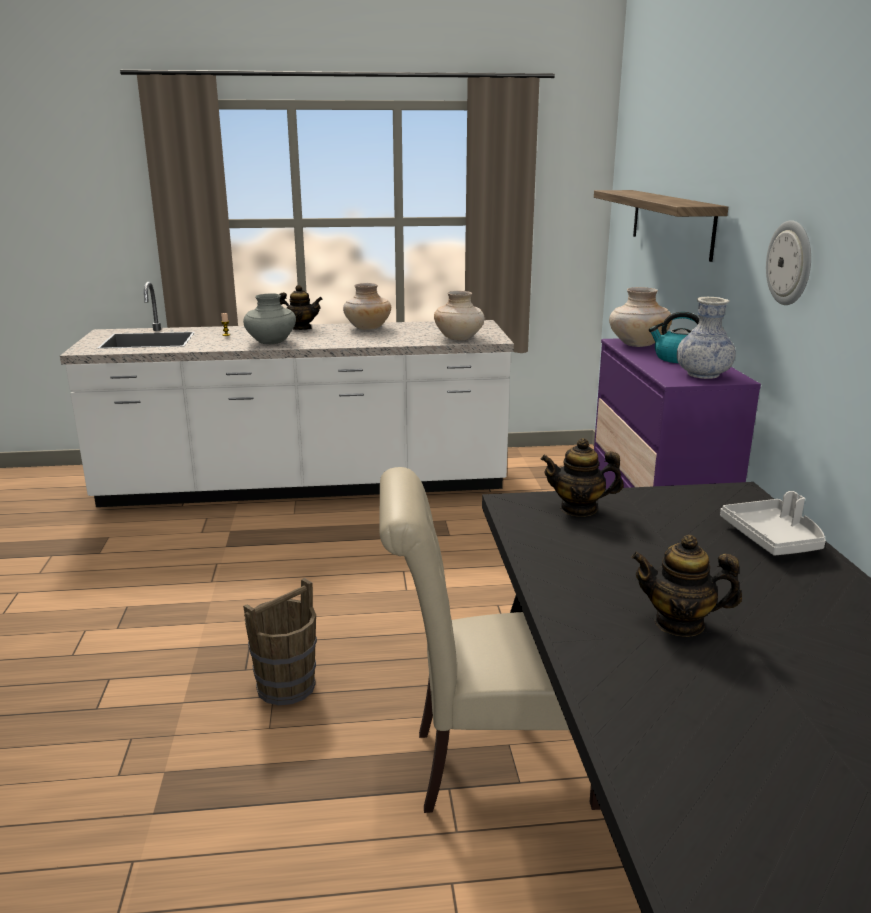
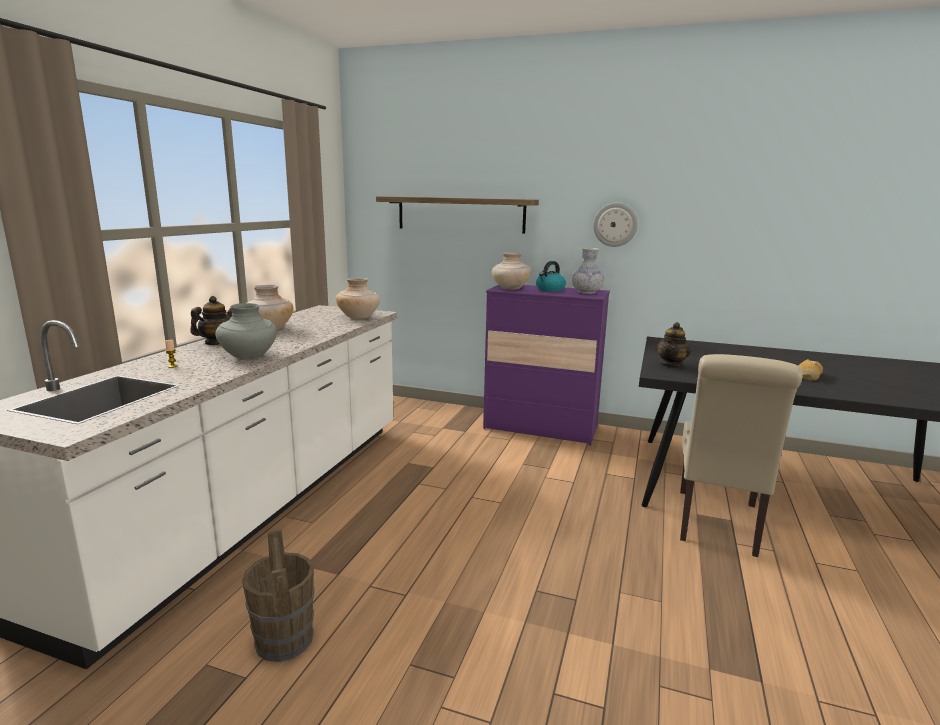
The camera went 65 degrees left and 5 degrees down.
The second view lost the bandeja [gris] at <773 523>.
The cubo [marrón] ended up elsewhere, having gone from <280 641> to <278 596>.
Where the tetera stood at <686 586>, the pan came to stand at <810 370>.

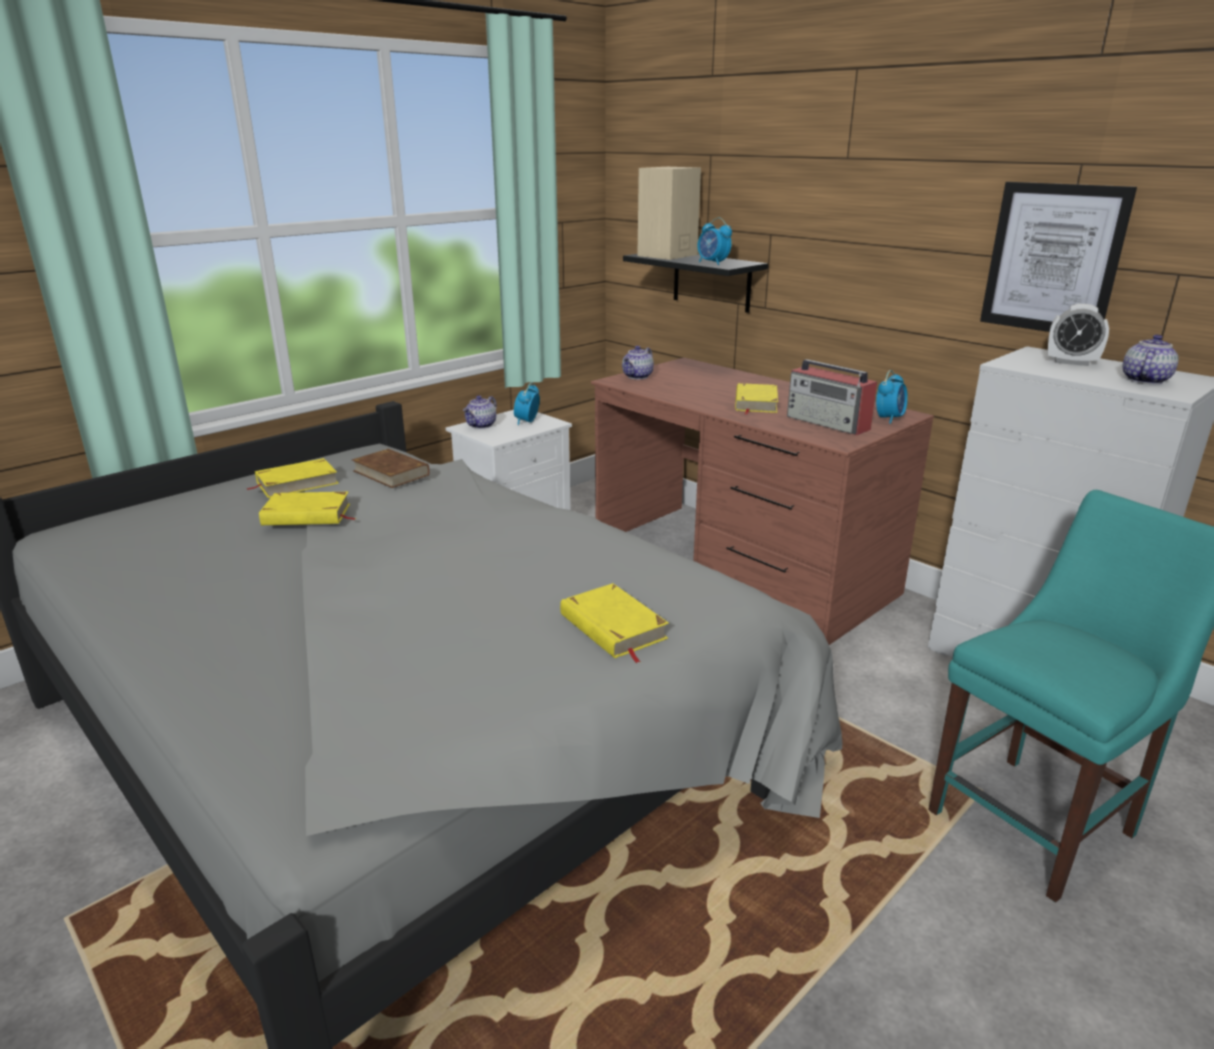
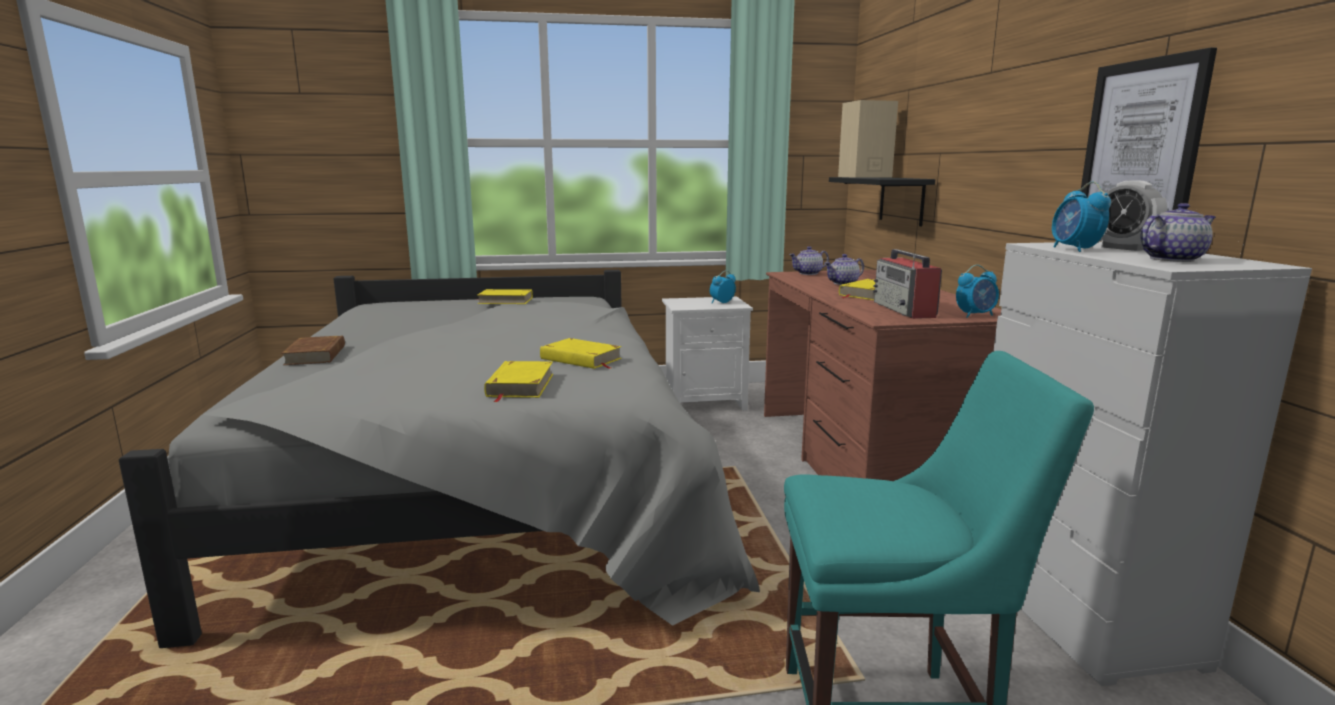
The camera went 35 degrees right and 10 degrees down.
The libro [amarillo] ended up elsewhere, having gone from <307 508> to <581 353>.
The libro [marrón] ended up elsewhere, having gone from <391 468> to <313 350>.
The tetera ended up elsewhere, having gone from <480 412> to <844 269>.
The despertador ended up elsewhere, having gone from <714 241> to <1081 216>.

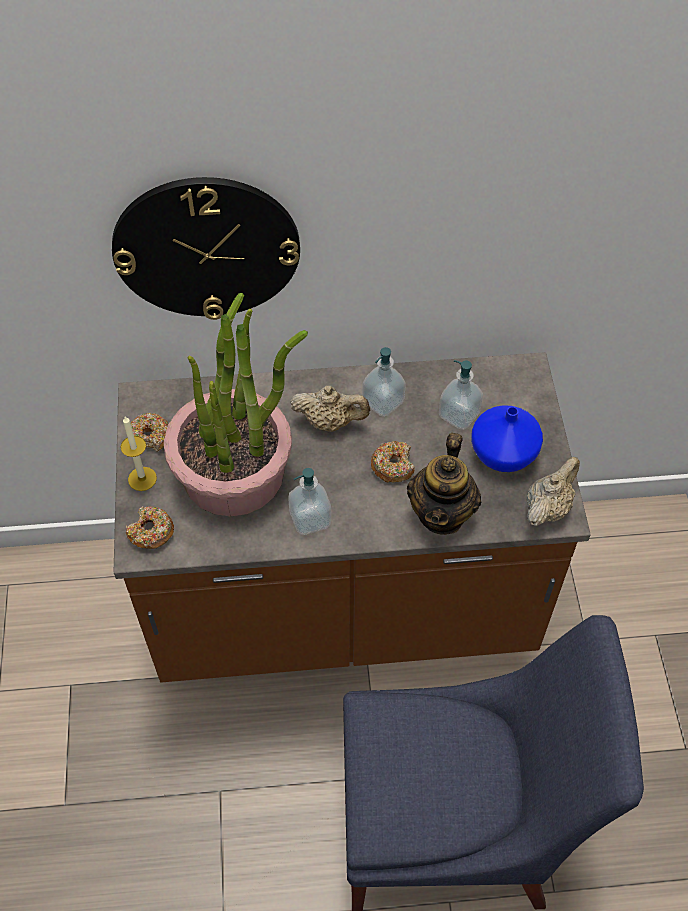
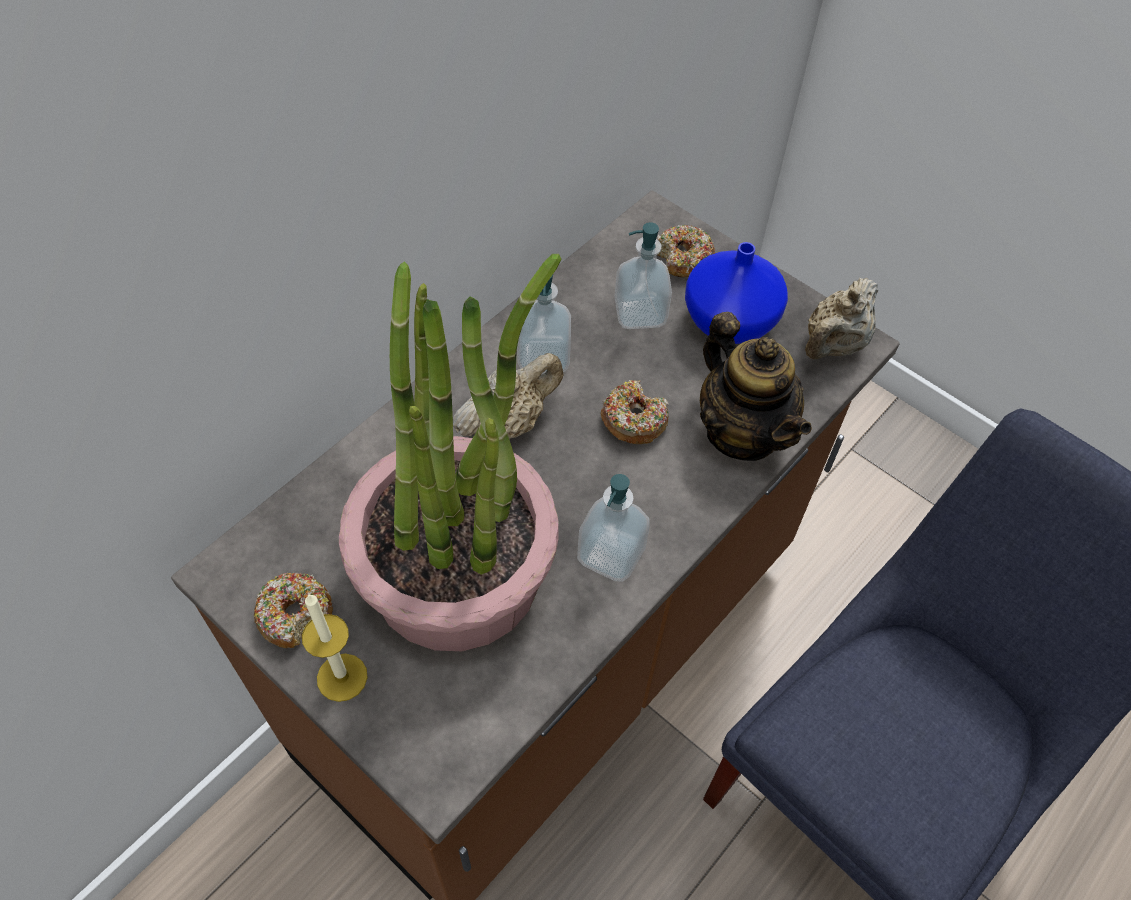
The camera went 45 degrees left and 0 degrees up.
The second view lost the reloj de pared at <206 248>.
The rosquilla ended up elsewhere, having gone from <150 527> to <686 251>.
The tetera [beis] at <553 491> ended up facing another way, 135 degrees counterclockwise from before.

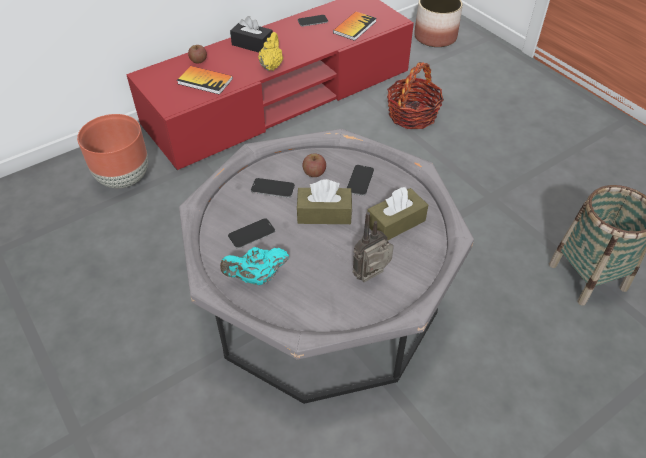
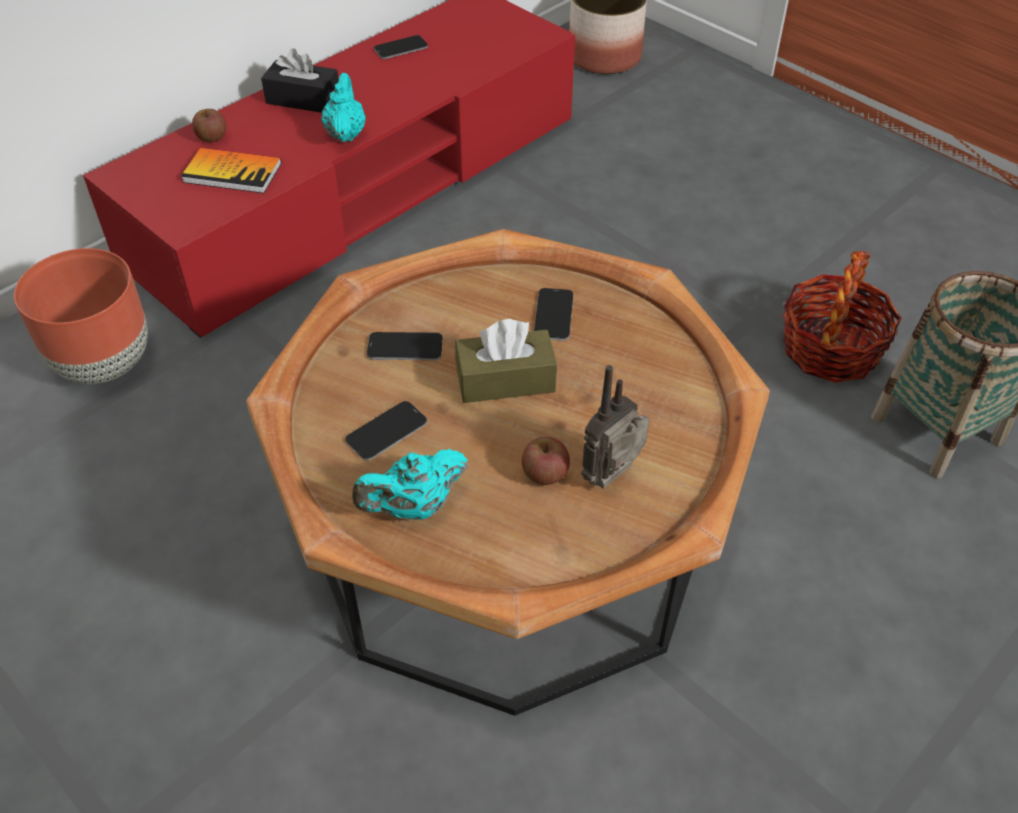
The camera went 10 degrees left and 0 degrees up.
The second view lost the libro at <354 26>.
The second view lost the caja de pañuelos [marrón] at <397 214>.
The manzana ended up elsewhere, having gone from <314 165> to <546 461>.
The cesta ended up elsewhere, having gone from <415 95> to <842 317>.
What was the mesa de centro [gris] at <326 266> turned into the mesa de centro [marrón] at <508 472>.
What was the tetera [amarillo] at <270 51> turned into the tetera [turquesa] at <343 107>.

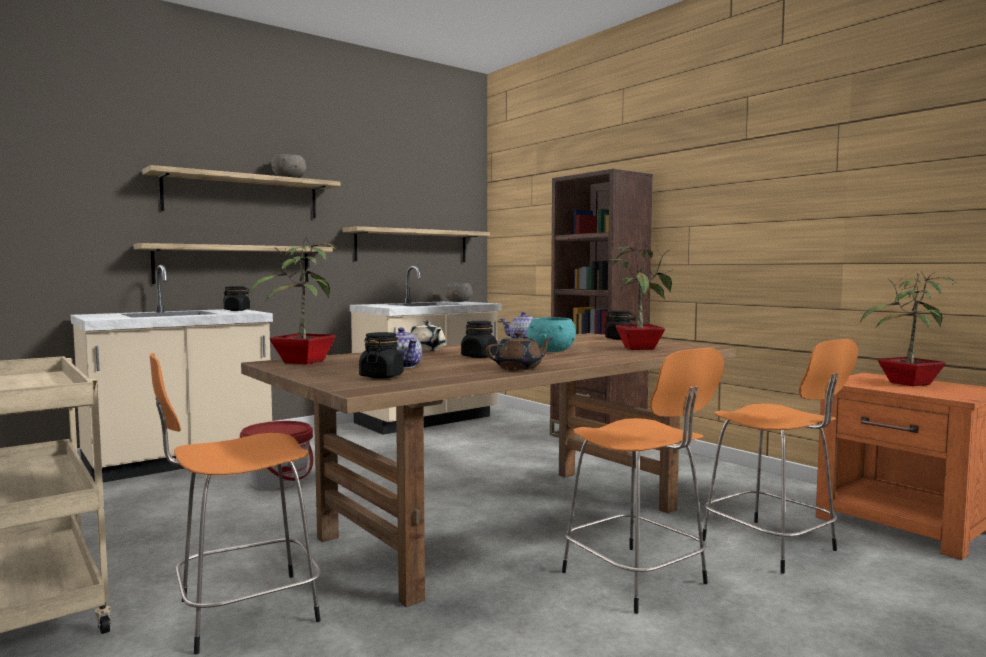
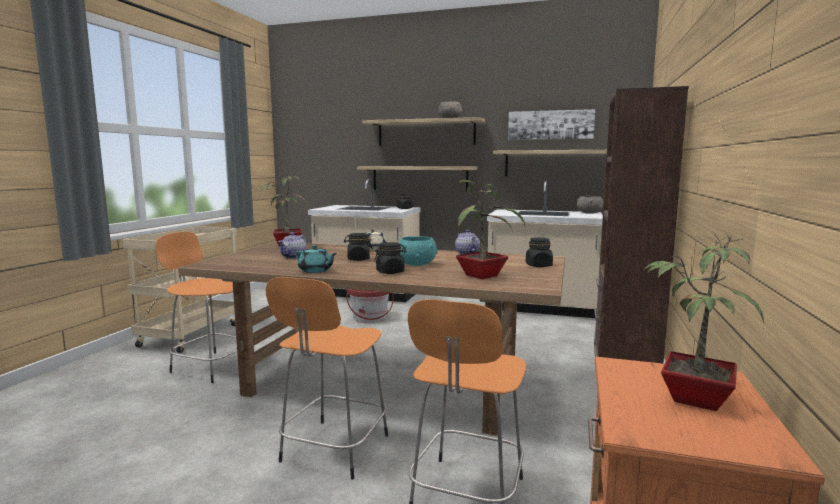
The camera went 55 degrees right and 5 degrees up.
The second view gained the cuadro at <551 124>.
The tarro [negro] ended up elsewhere, having gone from <381 355> to <390 258>.
What was the tetera [marrón] at <519 351> turned into the tetera [turquesa] at <316 259>.

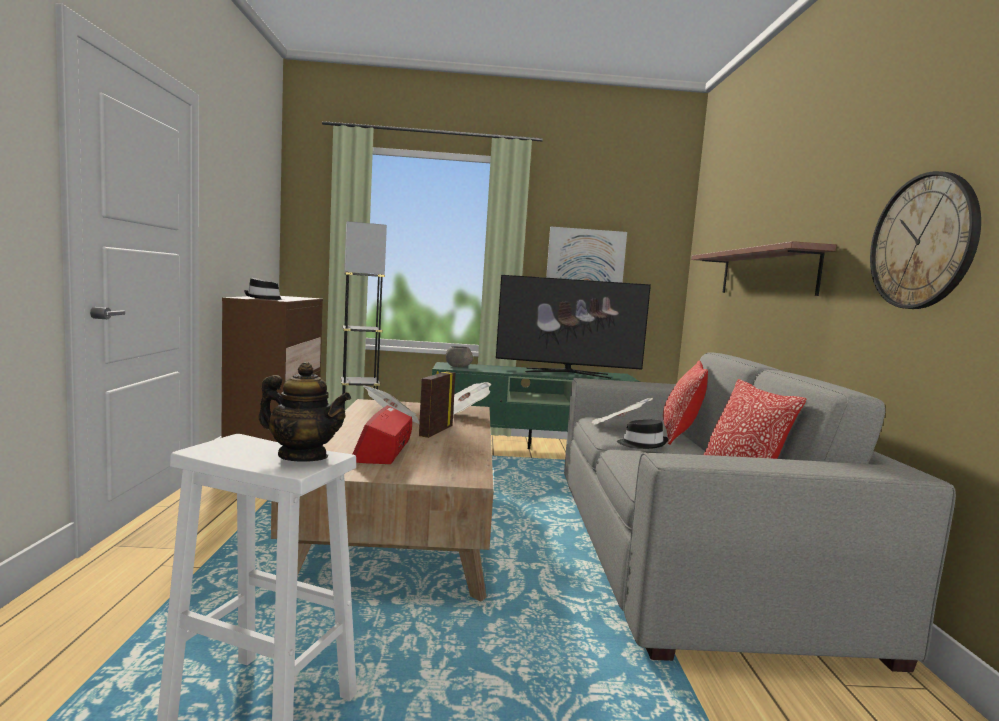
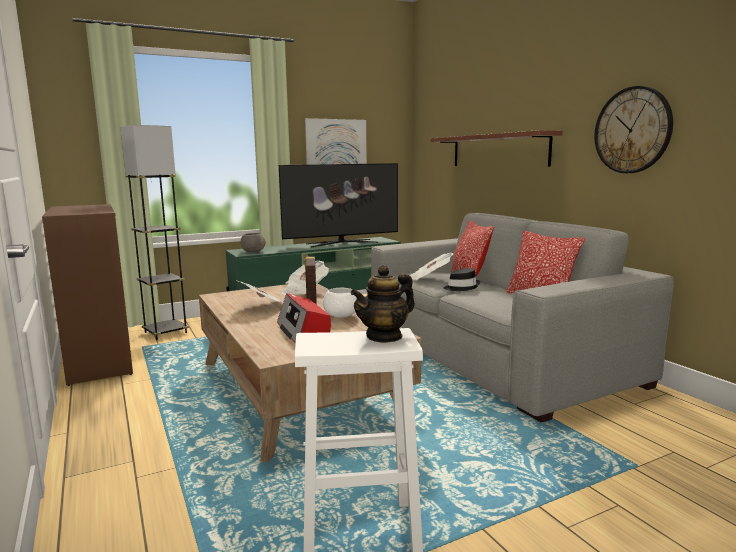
The camera went 25 degrees left and 5 degrees up.
The second view lost the sombrero [negro] at <264 289>.
The second view gained the cuenco [blanco] at <340 303>.
The tetera at <305 412> ended up facing another way, 150 degrees clockwise from before.

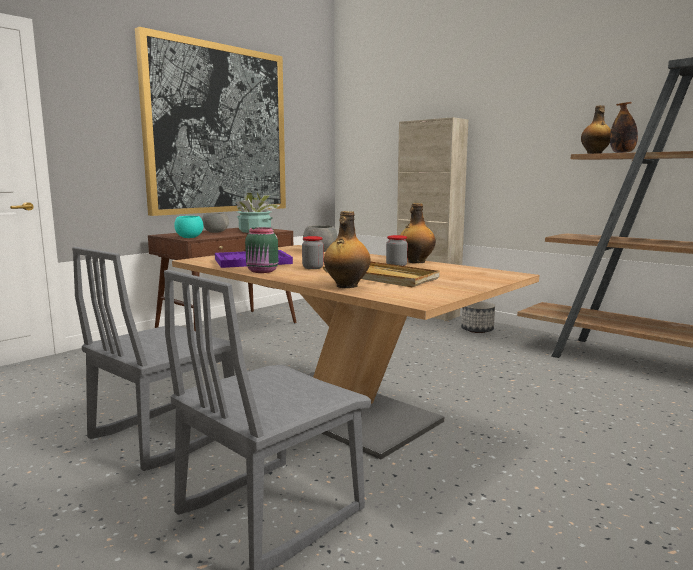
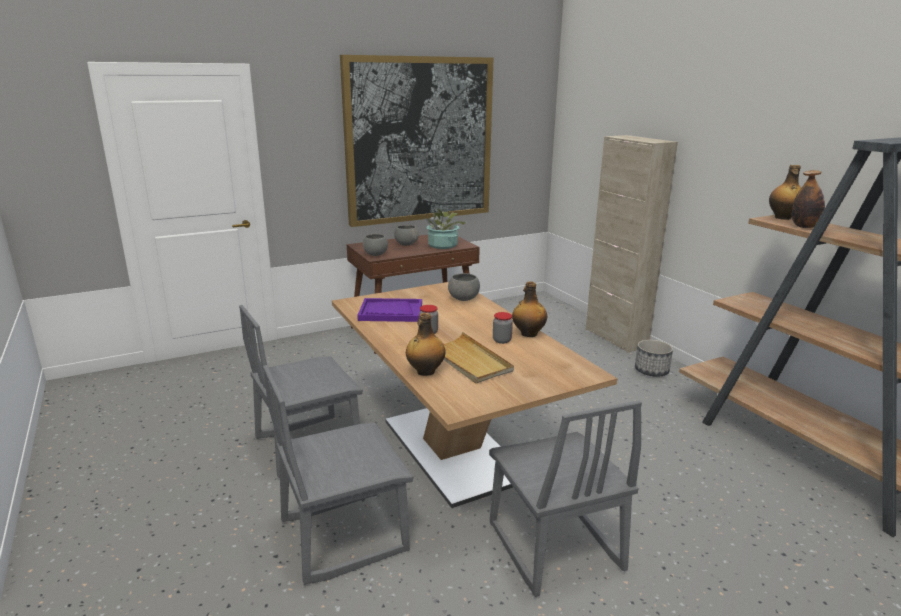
The camera went 20 degrees right and 10 degrees up.
The second view lost the tarro [verde] at <261 250>.
The second view gained the silla [gris] at <565 498>.
What was the cuenco [turquesa] at <188 227> turned into the cuenco [gris] at <375 245>.

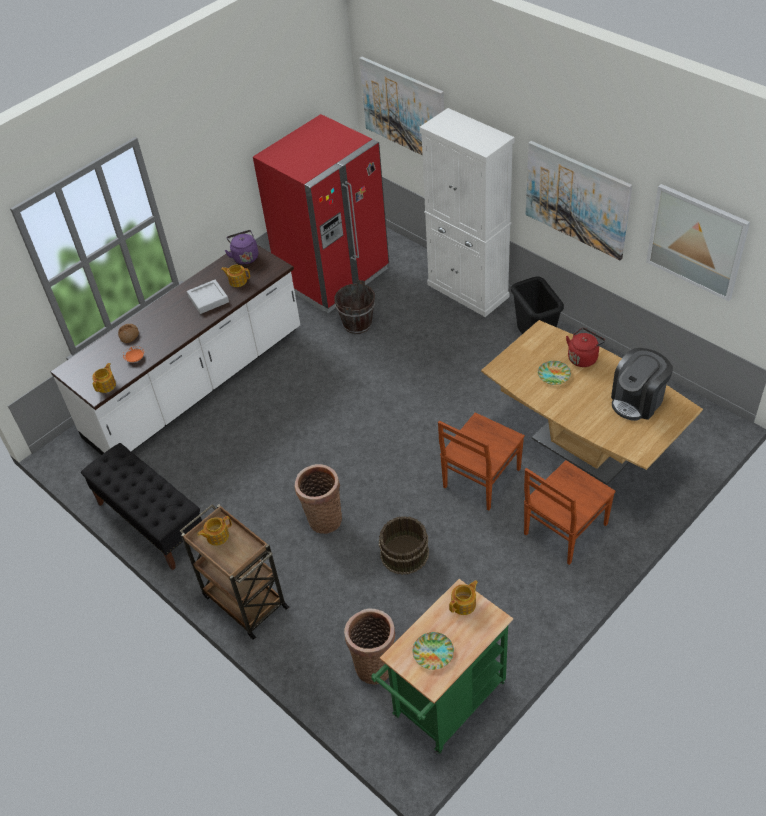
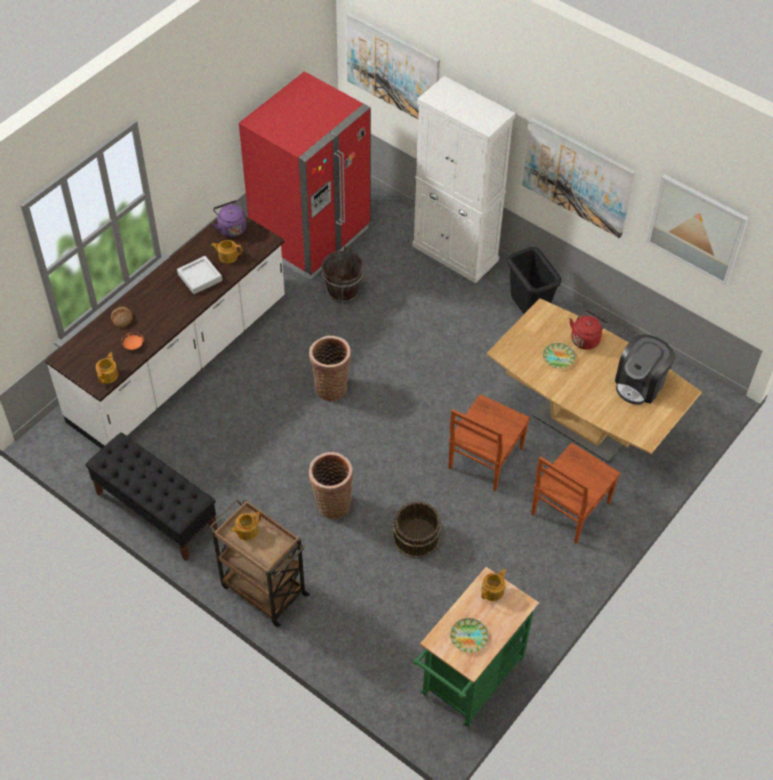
The camera went 10 degrees left and 5 degrees up.
The cesta ended up elsewhere, having gone from <369 646> to <330 368>.

